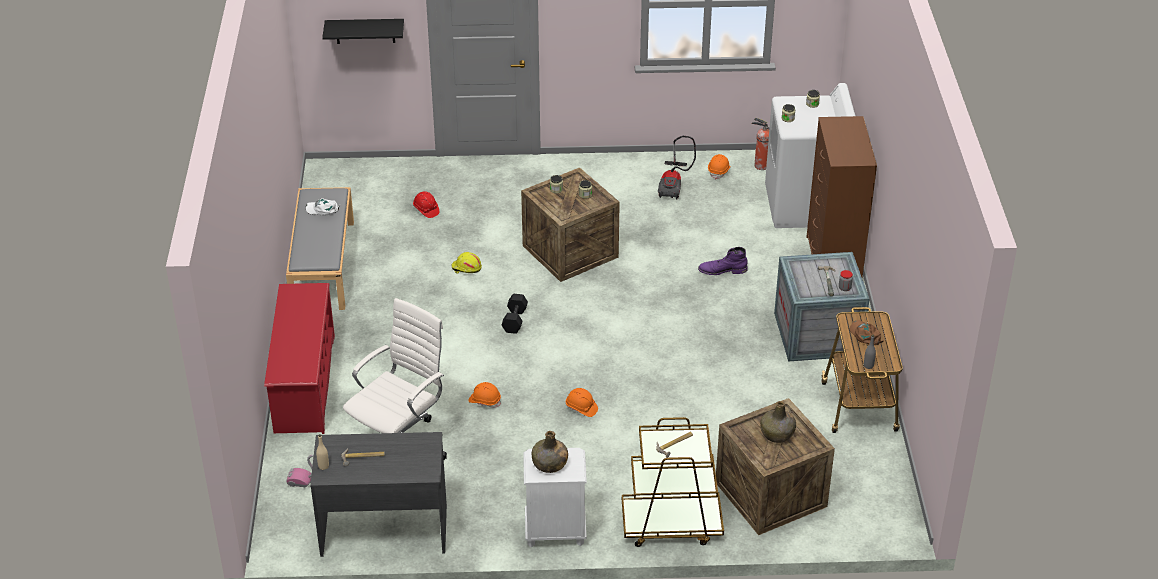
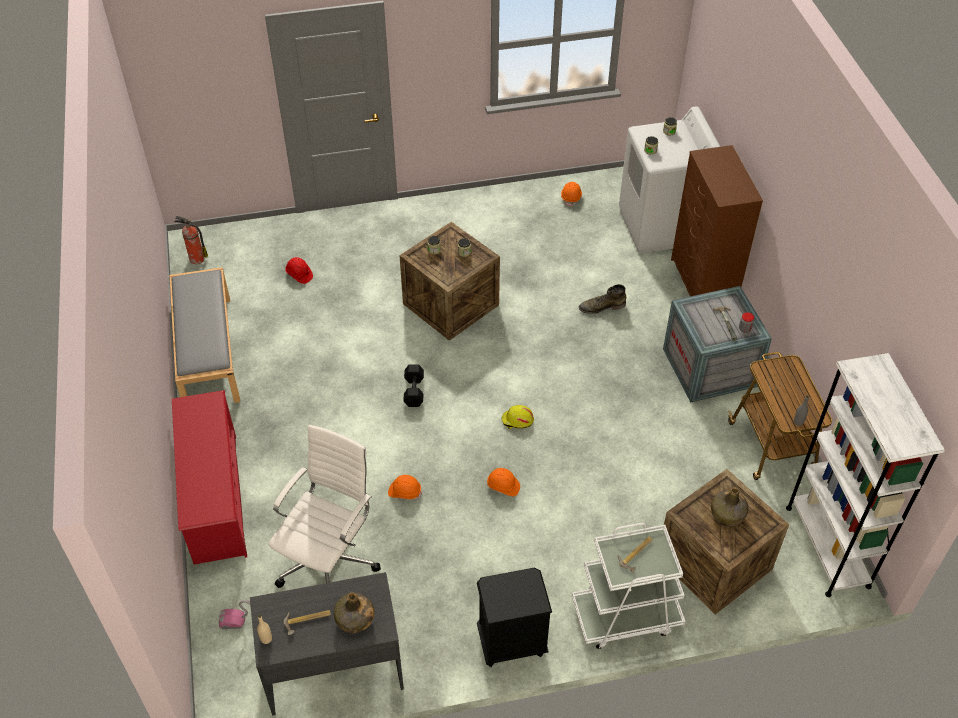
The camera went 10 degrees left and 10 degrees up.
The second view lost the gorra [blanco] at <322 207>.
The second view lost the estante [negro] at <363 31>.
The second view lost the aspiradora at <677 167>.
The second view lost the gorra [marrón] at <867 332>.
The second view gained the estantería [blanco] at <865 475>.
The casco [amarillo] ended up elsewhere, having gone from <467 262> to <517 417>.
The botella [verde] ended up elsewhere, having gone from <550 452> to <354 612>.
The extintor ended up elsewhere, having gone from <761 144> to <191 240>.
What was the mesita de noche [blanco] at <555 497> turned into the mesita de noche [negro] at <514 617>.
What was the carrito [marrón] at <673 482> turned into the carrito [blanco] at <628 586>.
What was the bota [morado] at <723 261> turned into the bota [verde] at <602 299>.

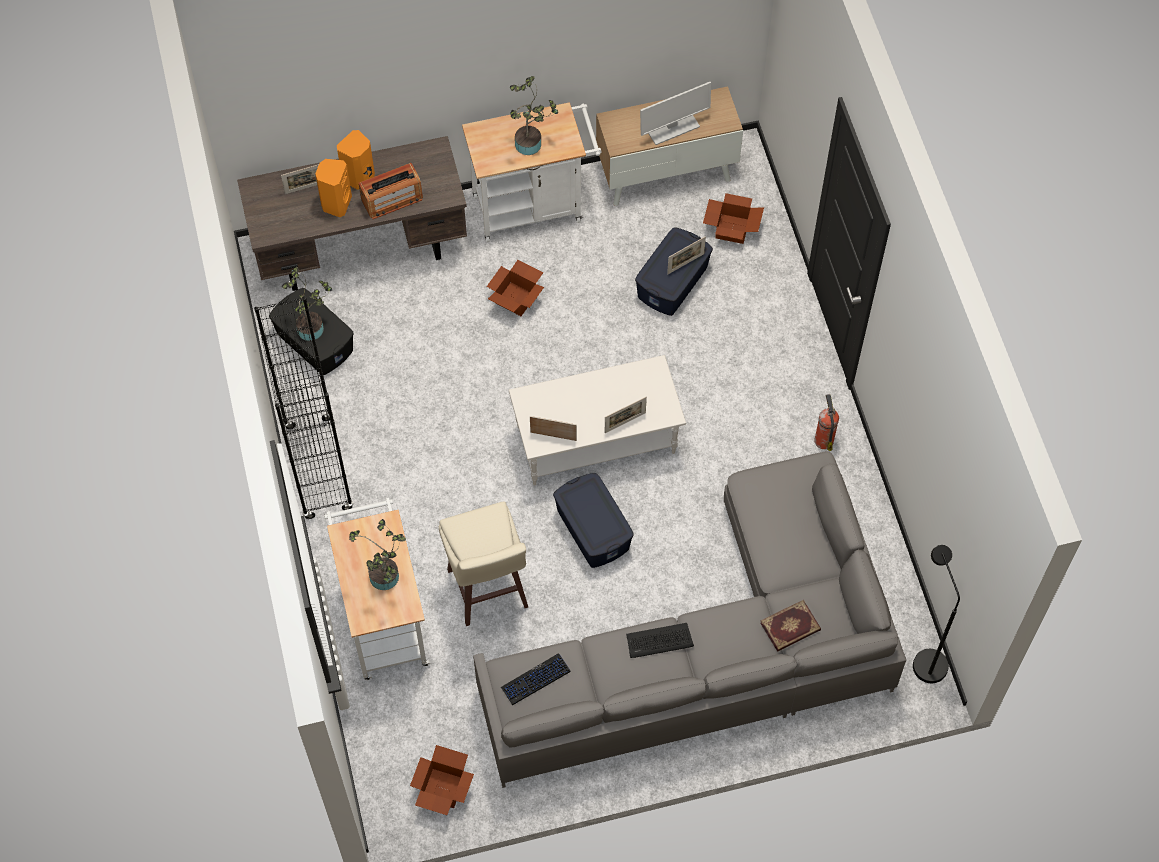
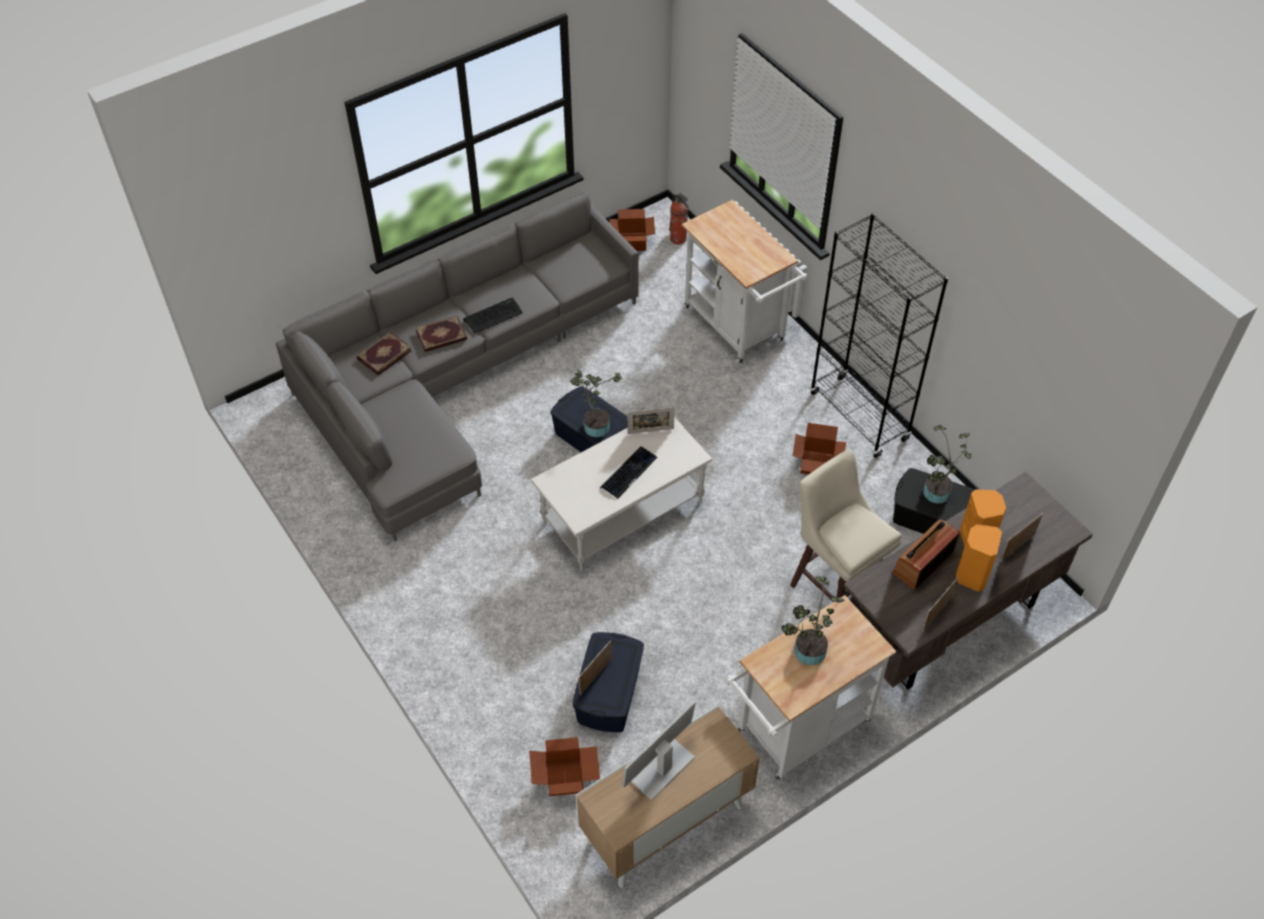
The camera went 160 degrees right and 10 degrees down.
The second view lost the lámpara de pie [negro] at <936 614>.
The second view gained the libro at <441 333>.
The planta en maceta ended up elsewhere, having gone from <377 554> to <596 403>.
The taburete [beis] ended up elsewhere, having gone from <483 564> to <846 524>.
The caja de cartón ended up elsewhere, having gone from <515 288> to <819 448>.
The teclado ended up elsewhere, having gone from <536 679> to <628 472>.
The portarretratos ended up elsewhere, having gone from <626 415> to <940 604>.
The extintor ended up elsewhere, having gone from <826 422> to <679 219>.

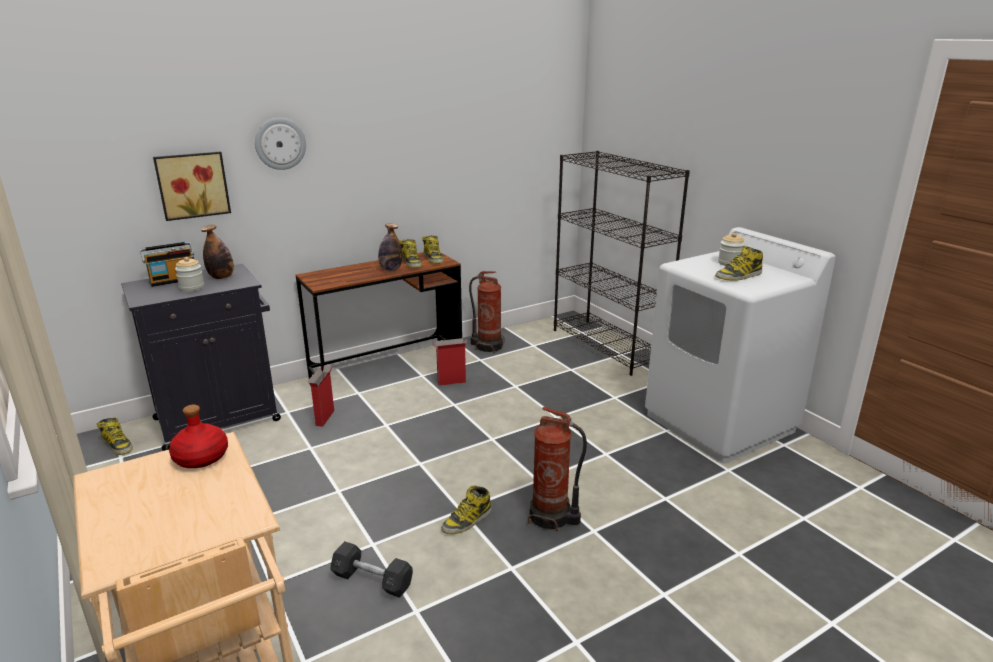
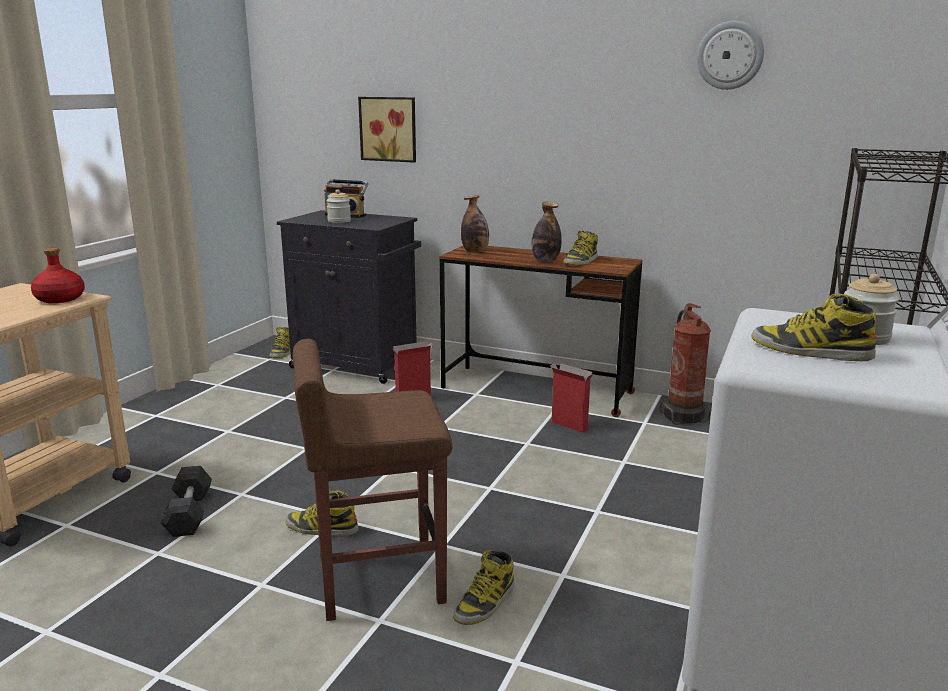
The camera went 55 degrees right and 5 degrees down.
The botella ended up elsewhere, having gone from <217 252> to <475 223>.
The reloj de pared ended up elsewhere, having gone from <280 144> to <730 55>.
The bota ended up elsewhere, having gone from <433 249> to <483 587>.
Where the extintor stood at <557 469>, the taburete [marrón] came to stand at <373 480>.

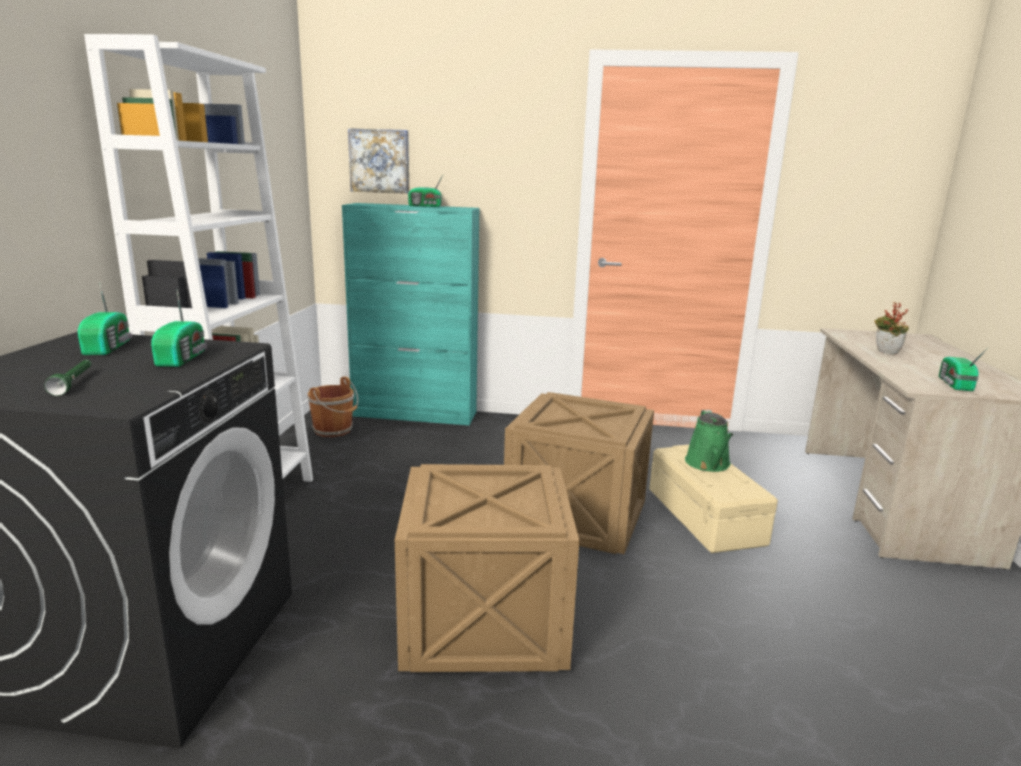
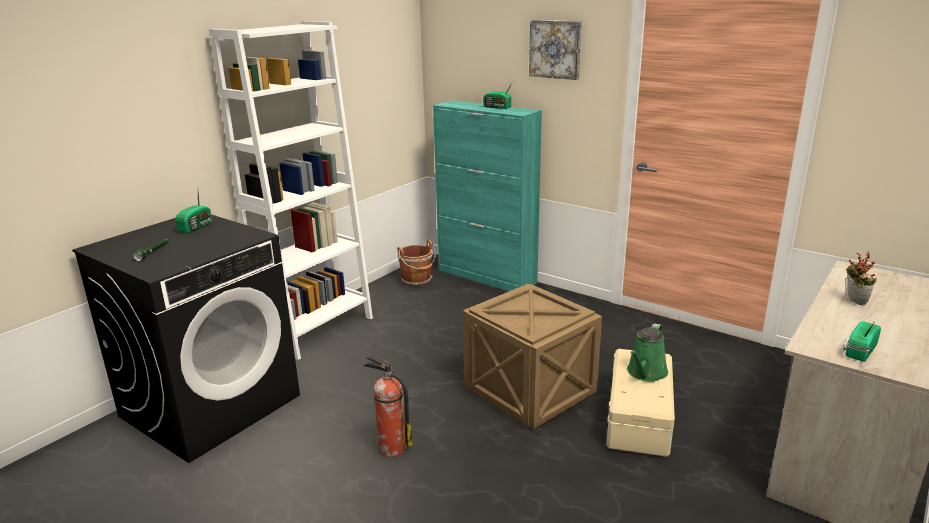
The camera went 30 degrees right and 5 degrees up.
The second view lost the radio at <179 329>.
The cuadro ended up elsewhere, having gone from <378 161> to <555 50>.
Where the caja de embalaje stood at <487 568>, the extintor came to stand at <388 405>.

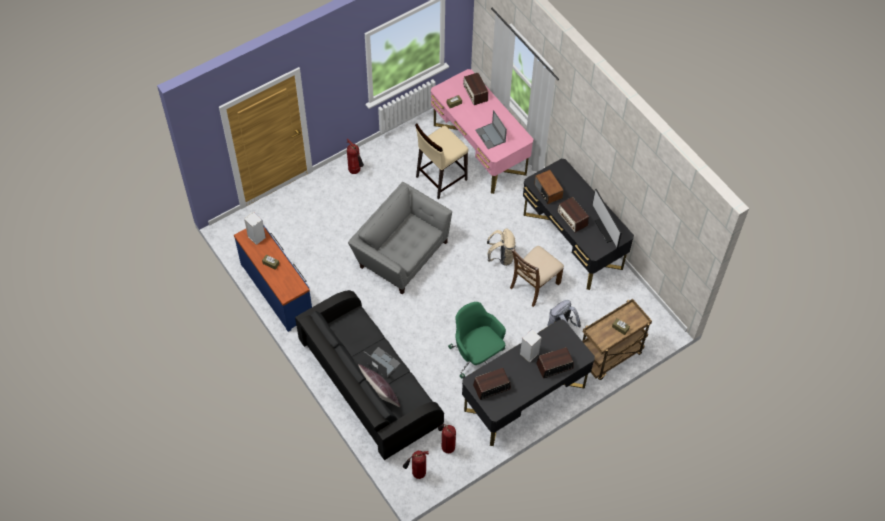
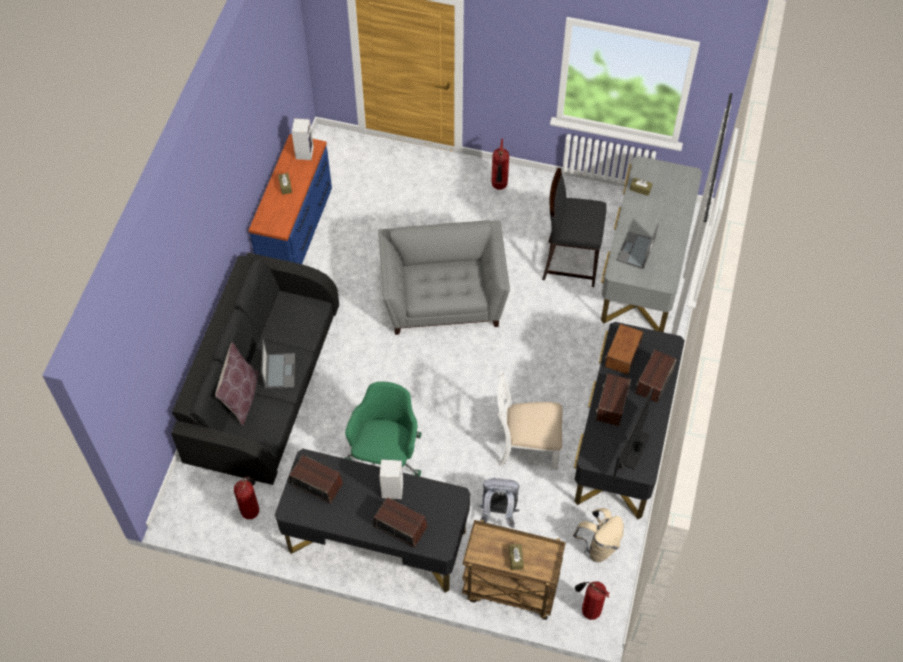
The camera went 50 degrees right and 0 degrees up.
The extintor ended up elsewhere, having gone from <416 465> to <592 600>.
The radio ended up elsewhere, having gone from <475 89> to <656 376>.
The mochila [beis] ended up elsewhere, having gone from <501 247> to <598 535>.
What was the taburete [beis] at <442 161> turned into the taburete [negro] at <574 227>.
What was the escritorio [rosa] at <482 131> turned into the escritorio [gris] at <651 244>.
What was the silla [marrón] at <537 276> turned into the silla [blanco] at <530 421>.

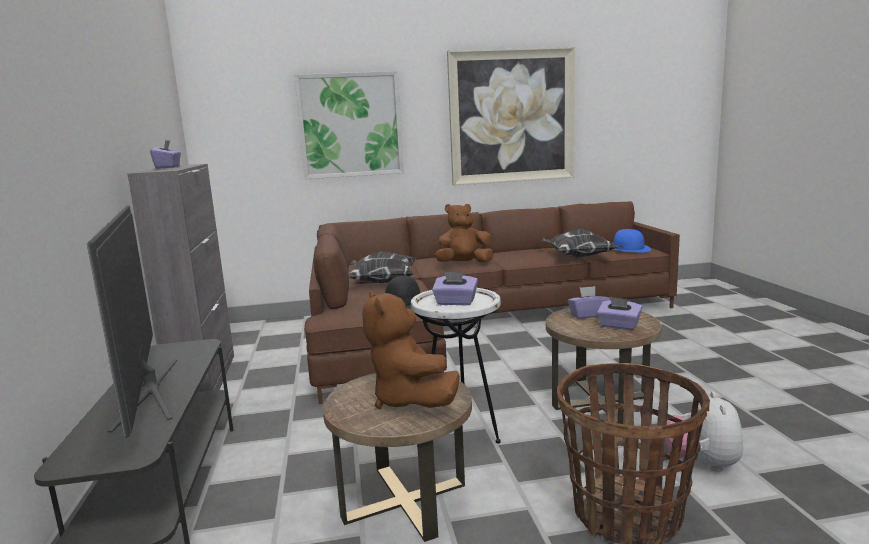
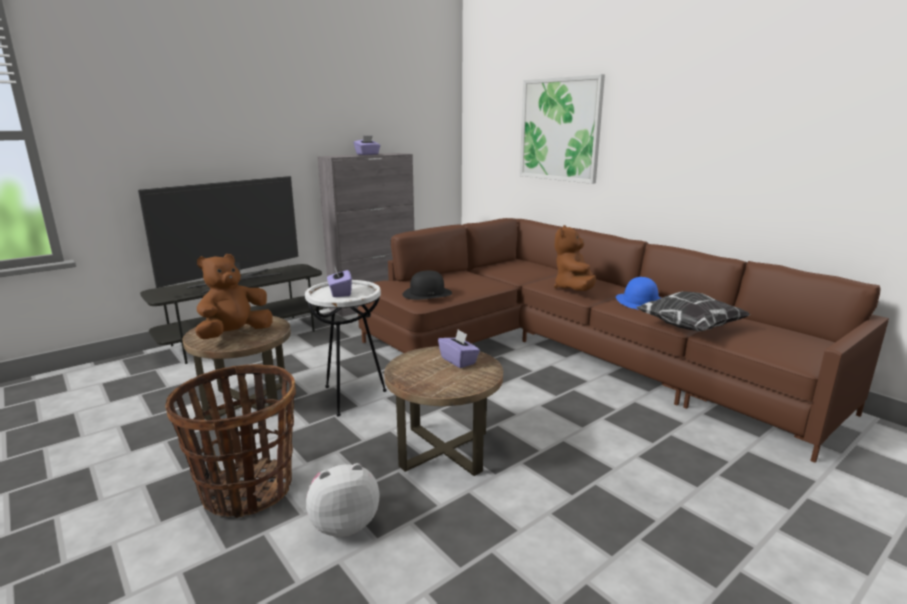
The camera went 60 degrees right and 5 degrees up.
The second view lost the cojín at <382 267>.
The second view lost the cuadro at <511 116>.
The second view lost the caja de pañuelos [morado] at <619 313>.
The sombrero [azul] ended up elsewhere, having gone from <631 241> to <638 293>.
The peluche [marrón] at <464 233> ended up facing another way, 120 degrees counterclockwise from before.

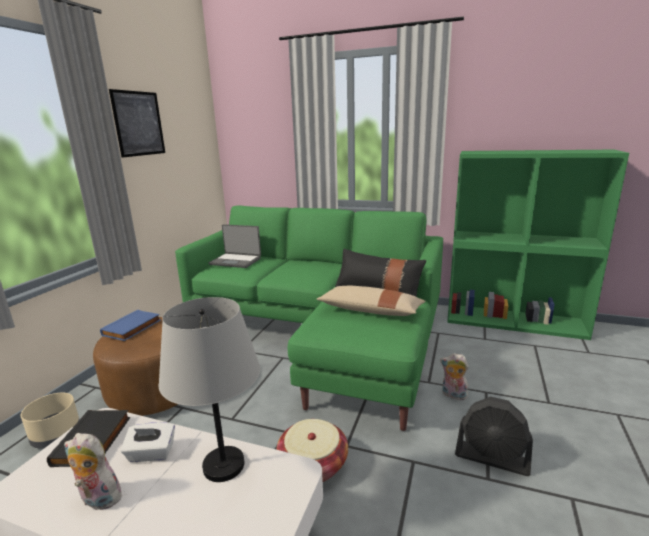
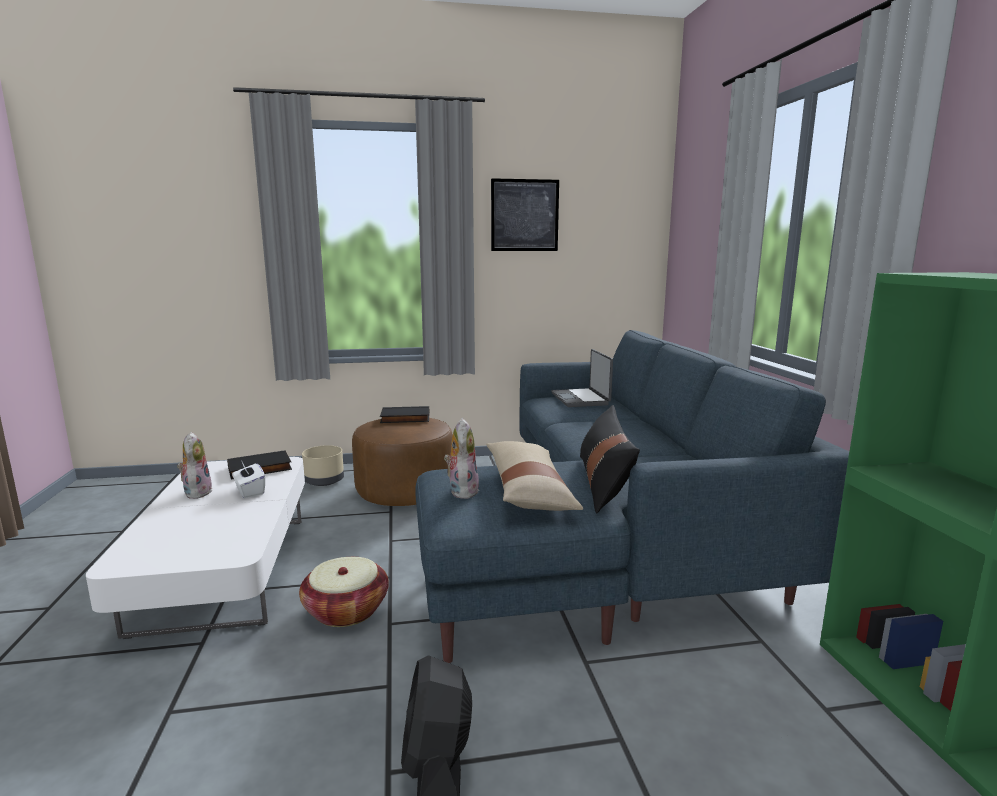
The camera went 60 degrees right and 5 degrees down.
The second view lost the lámpara de mesa [gris] at <209 389>.
The peluche ended up elsewhere, having gone from <454 376> to <461 458>.
What was the libro [azul] at <130 325> turned into the libro [negro] at <405 414>.
What was the sofá [verde] at <309 318> turned into the sofá [azul] at <632 496>.

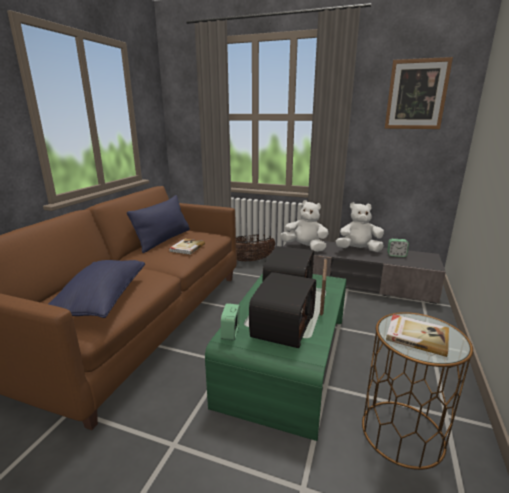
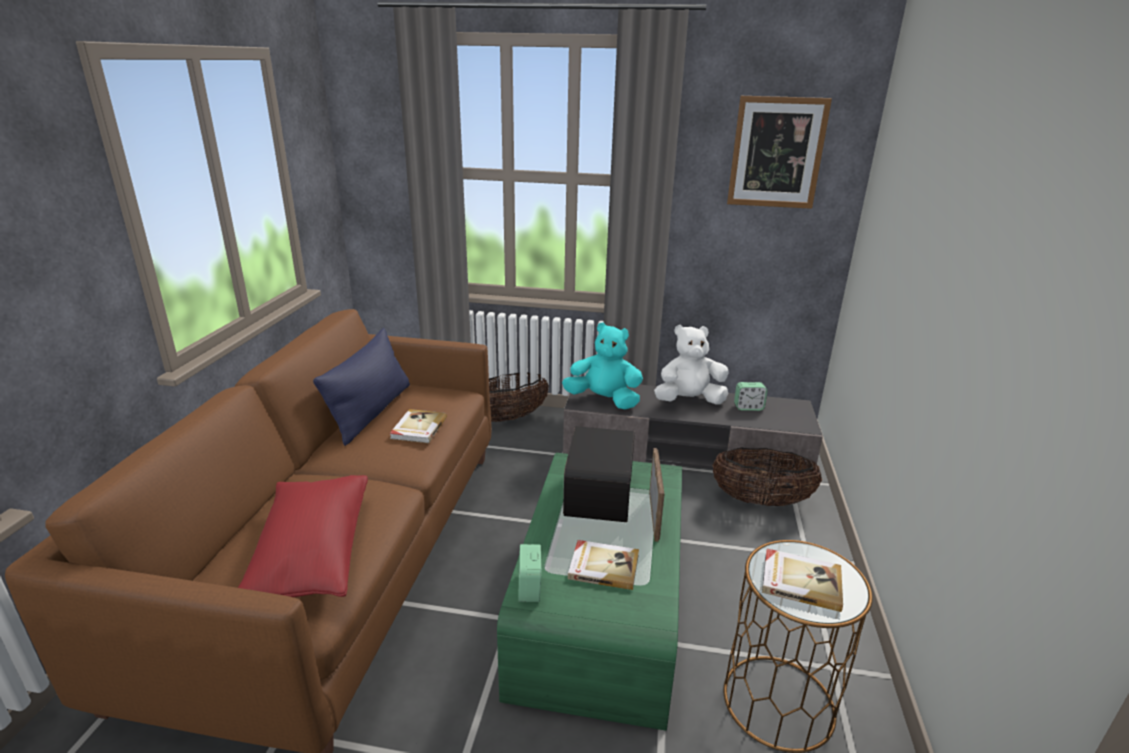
The camera went 10 degrees left and 5 degrees up.
The second view gained the cesta at <767 477>.
Where the radio stood at <282 310>, the libro came to stand at <603 565>.
What was the cojín [azul] at <96 289> turned into the cojín [rojo] at <303 536>.
What was the peluche [blanco] at <304 226> turned into the peluche [turquesa] at <602 365>.

